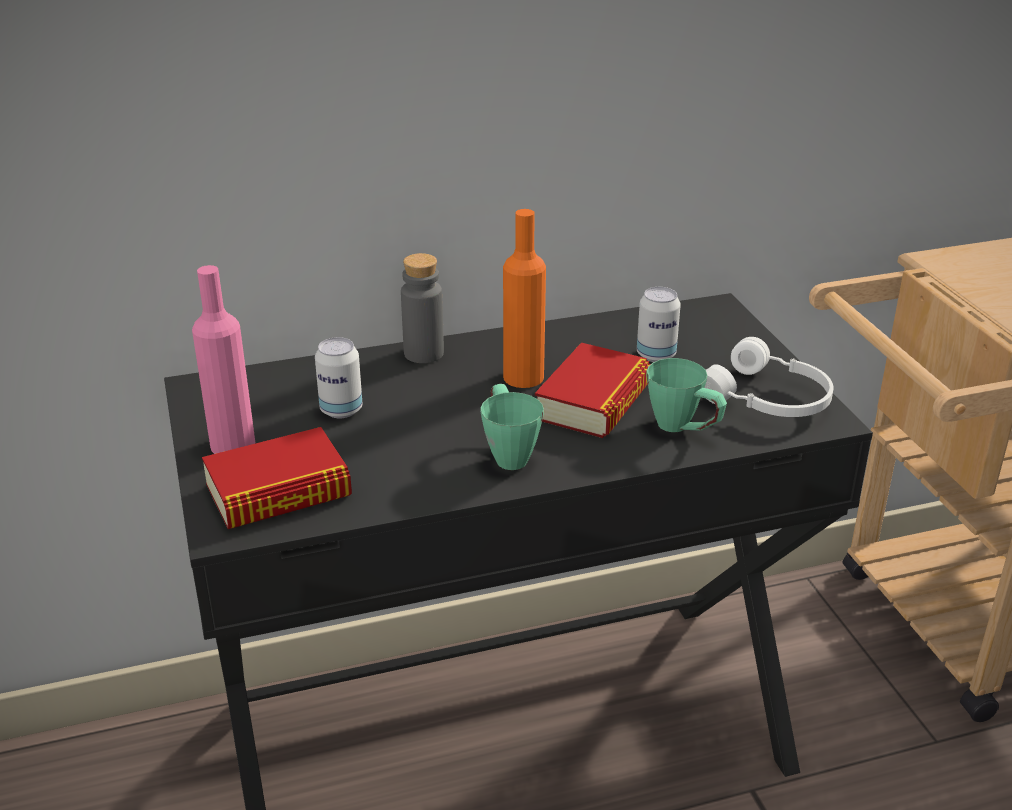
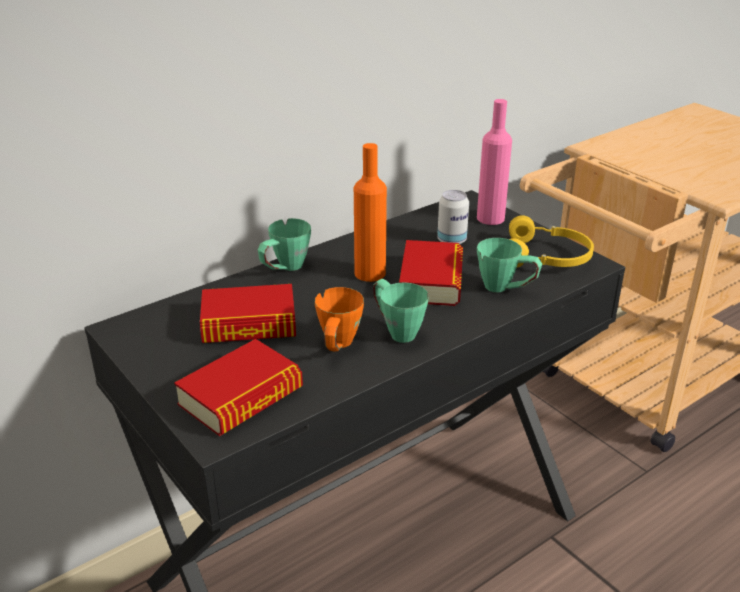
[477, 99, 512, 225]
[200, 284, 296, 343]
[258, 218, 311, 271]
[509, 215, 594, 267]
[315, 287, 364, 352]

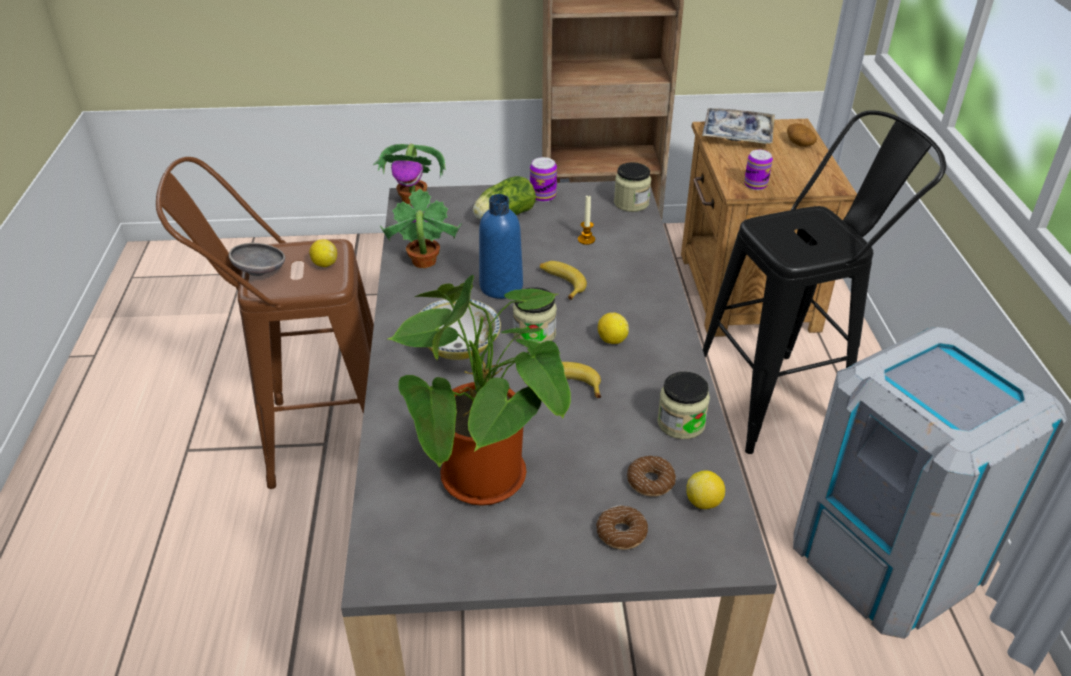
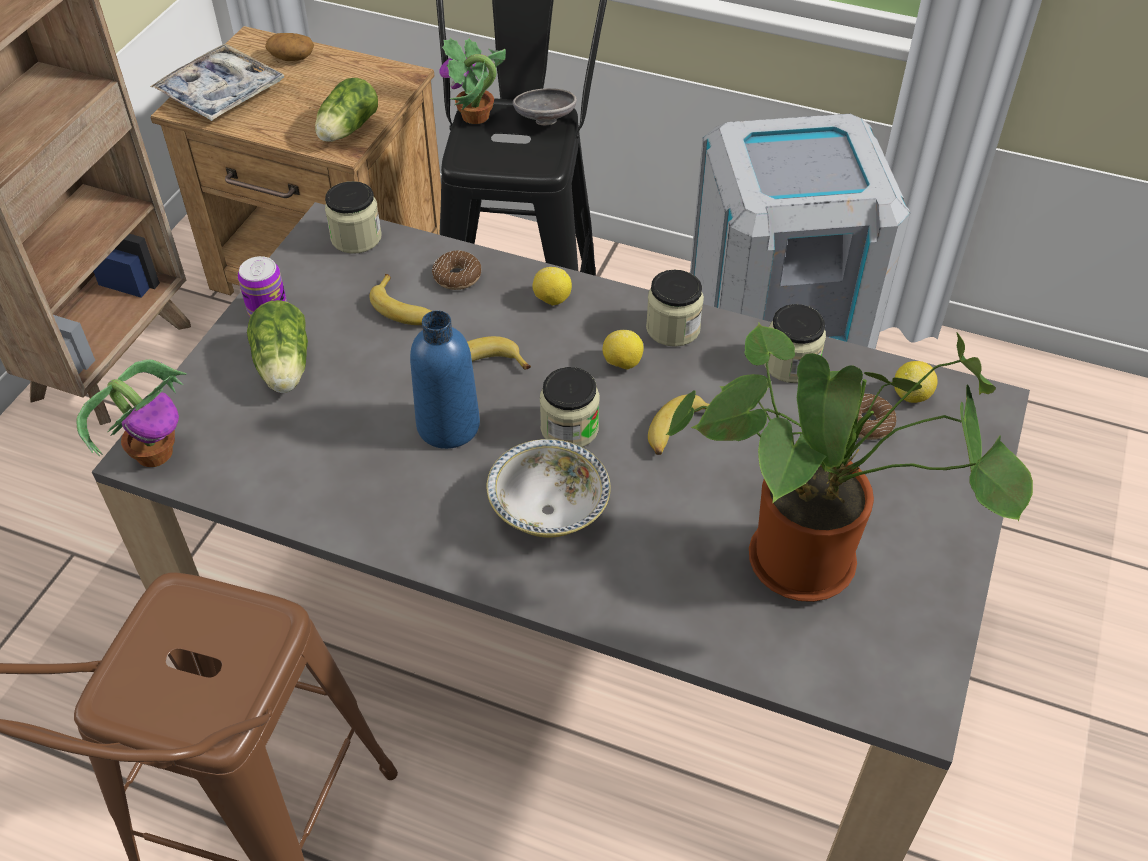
[513, 88, 577, 125]
[532, 267, 572, 306]
[439, 38, 506, 124]
[369, 274, 431, 325]
[432, 250, 481, 290]
[315, 78, 378, 142]
[646, 270, 704, 347]

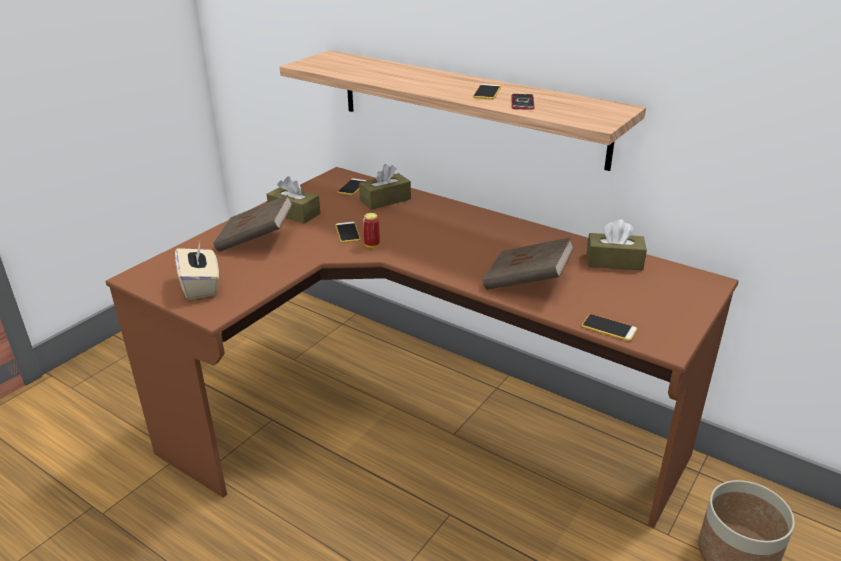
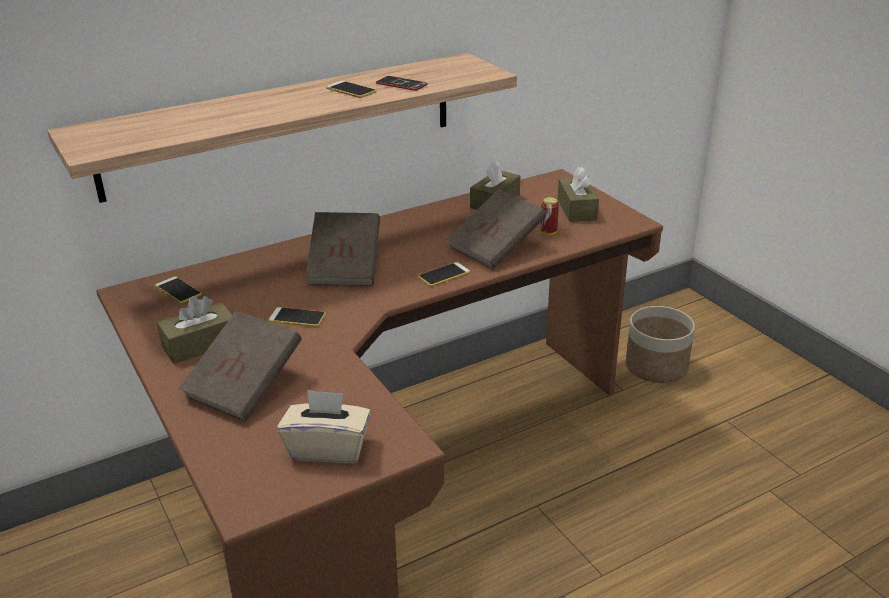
[558, 167, 599, 222]
[540, 197, 559, 235]
[418, 262, 470, 286]
[305, 212, 380, 286]

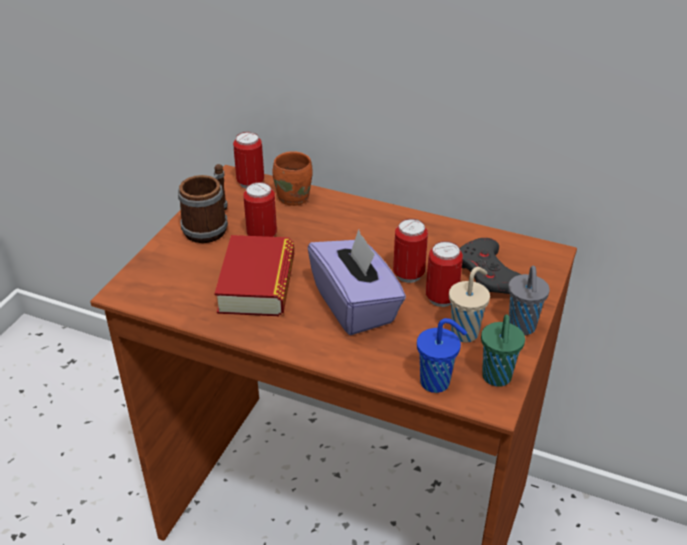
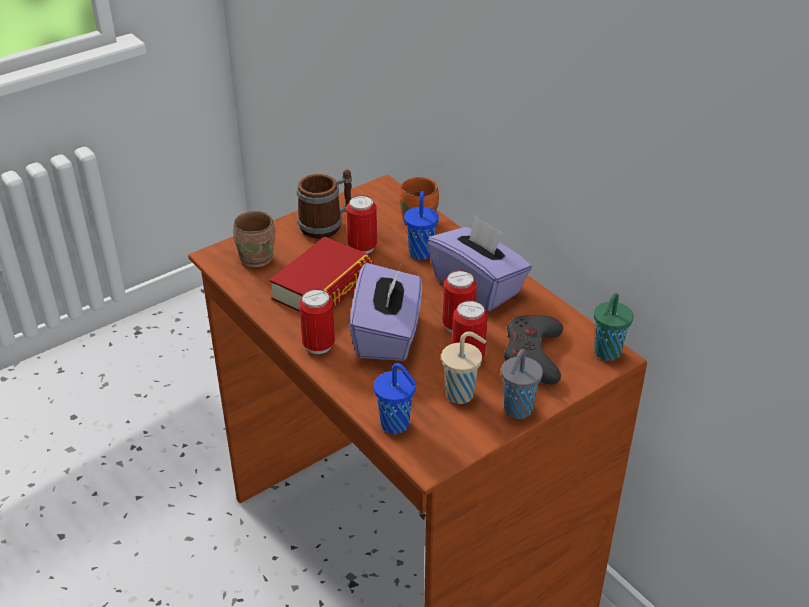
[299, 289, 335, 354]
[594, 293, 634, 361]
[233, 211, 275, 267]
[404, 191, 439, 260]
[427, 215, 532, 311]

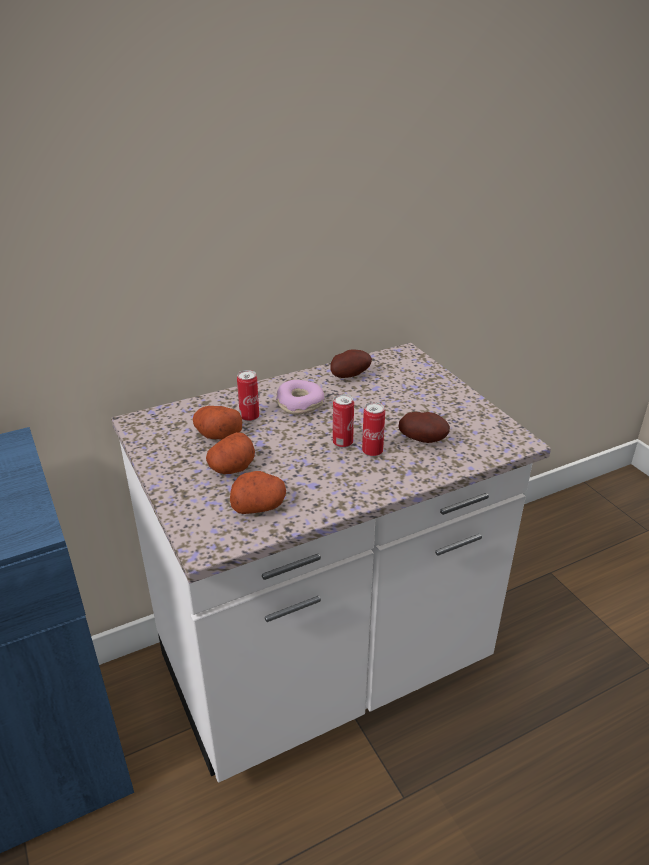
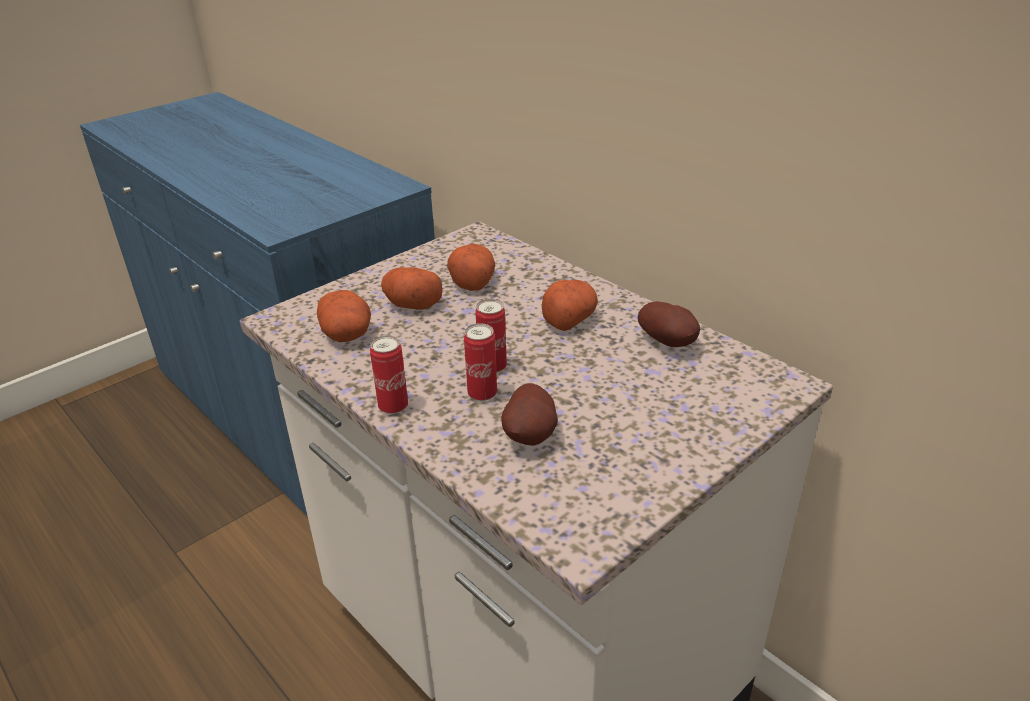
[370, 335, 408, 414]
[542, 280, 598, 331]

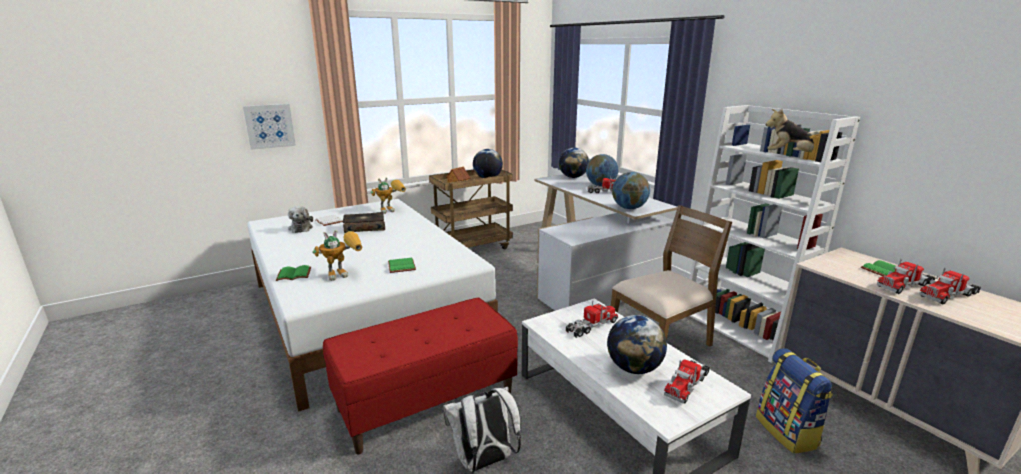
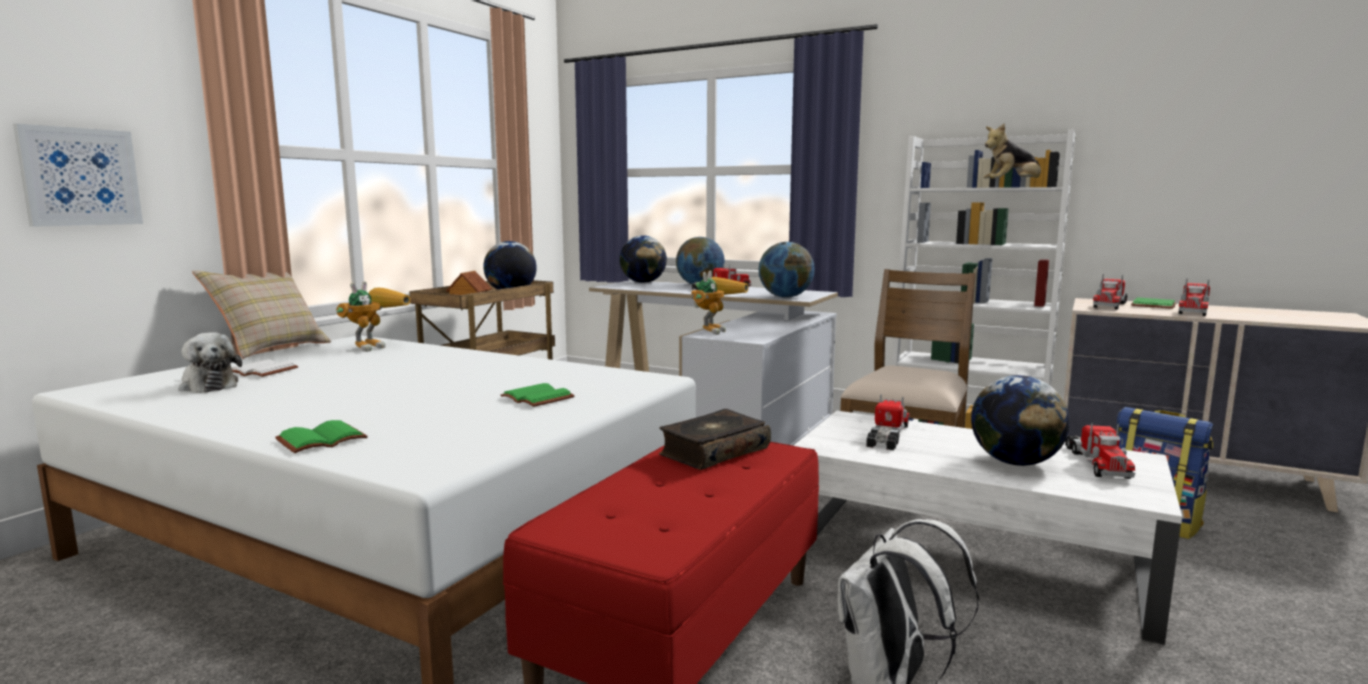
[691, 271, 749, 335]
[659, 409, 771, 470]
[1093, 274, 1128, 310]
[192, 270, 331, 359]

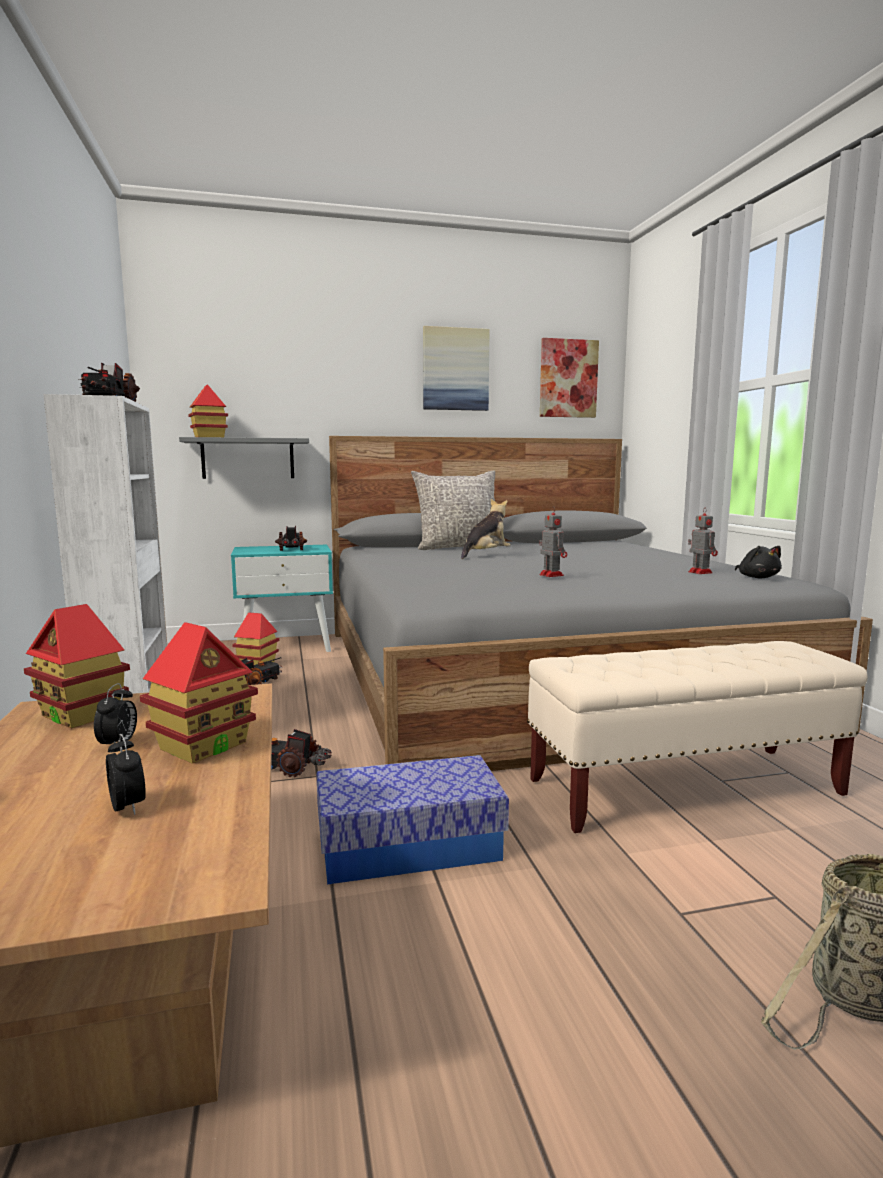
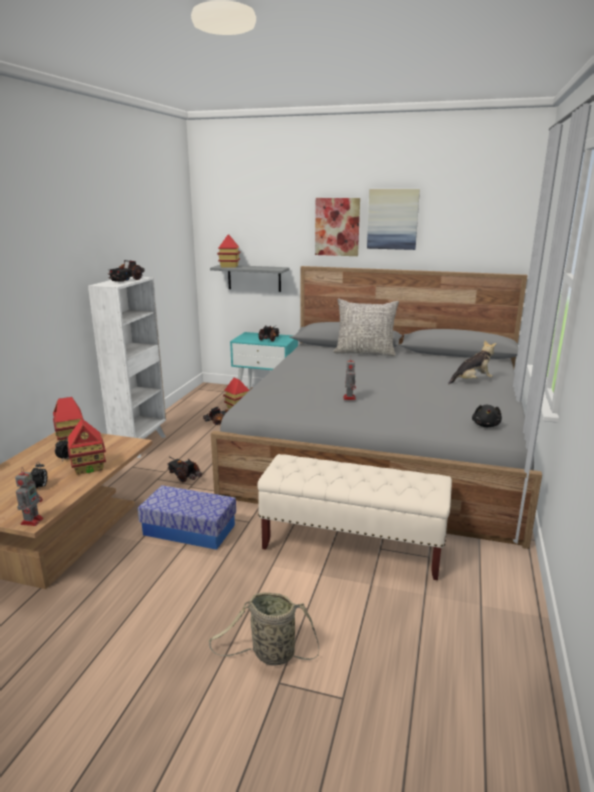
[448, 340, 497, 384]
[315, 198, 360, 256]
[15, 468, 44, 526]

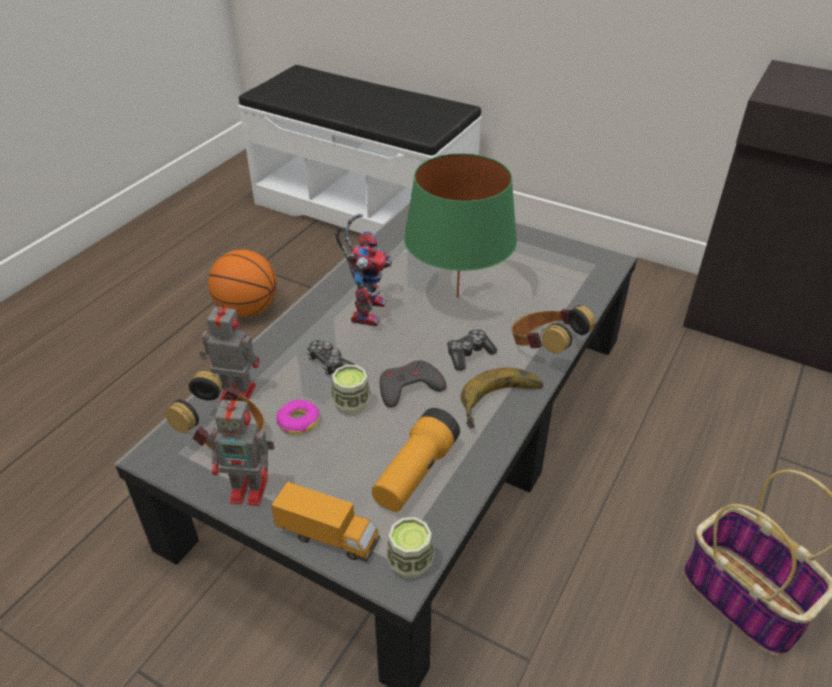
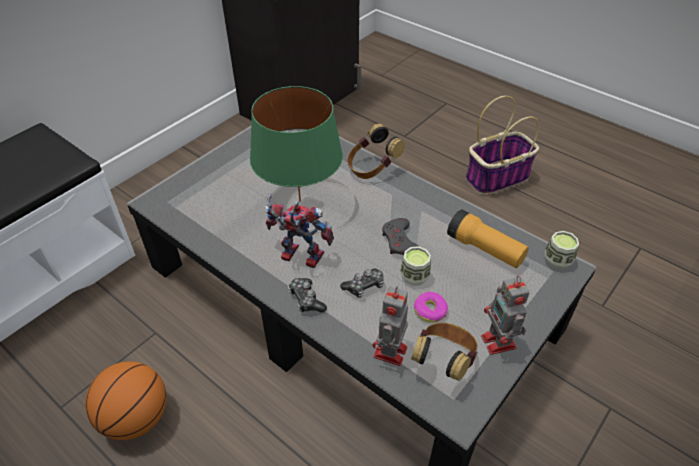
[481, 276, 530, 355]
[271, 482, 380, 562] (first image)
[288, 278, 327, 313]
[461, 368, 543, 429] (first image)

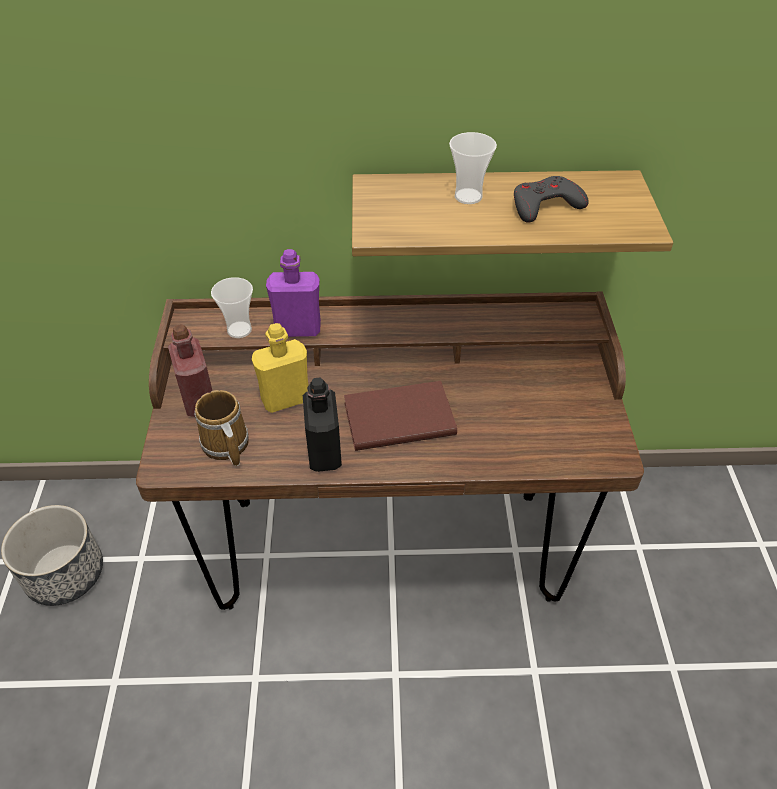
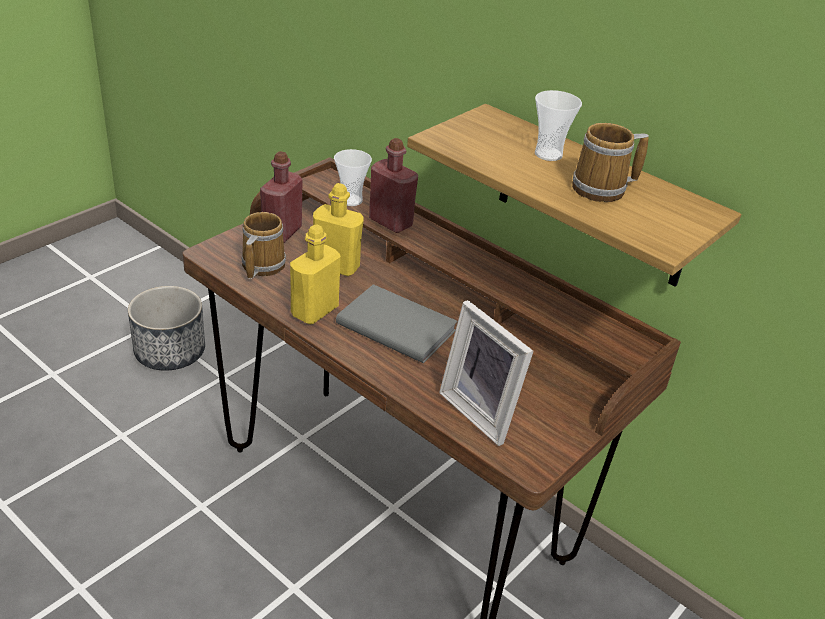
[369, 138, 418, 233]
[290, 224, 341, 324]
[336, 284, 457, 363]
[572, 123, 649, 202]
[439, 300, 534, 446]

